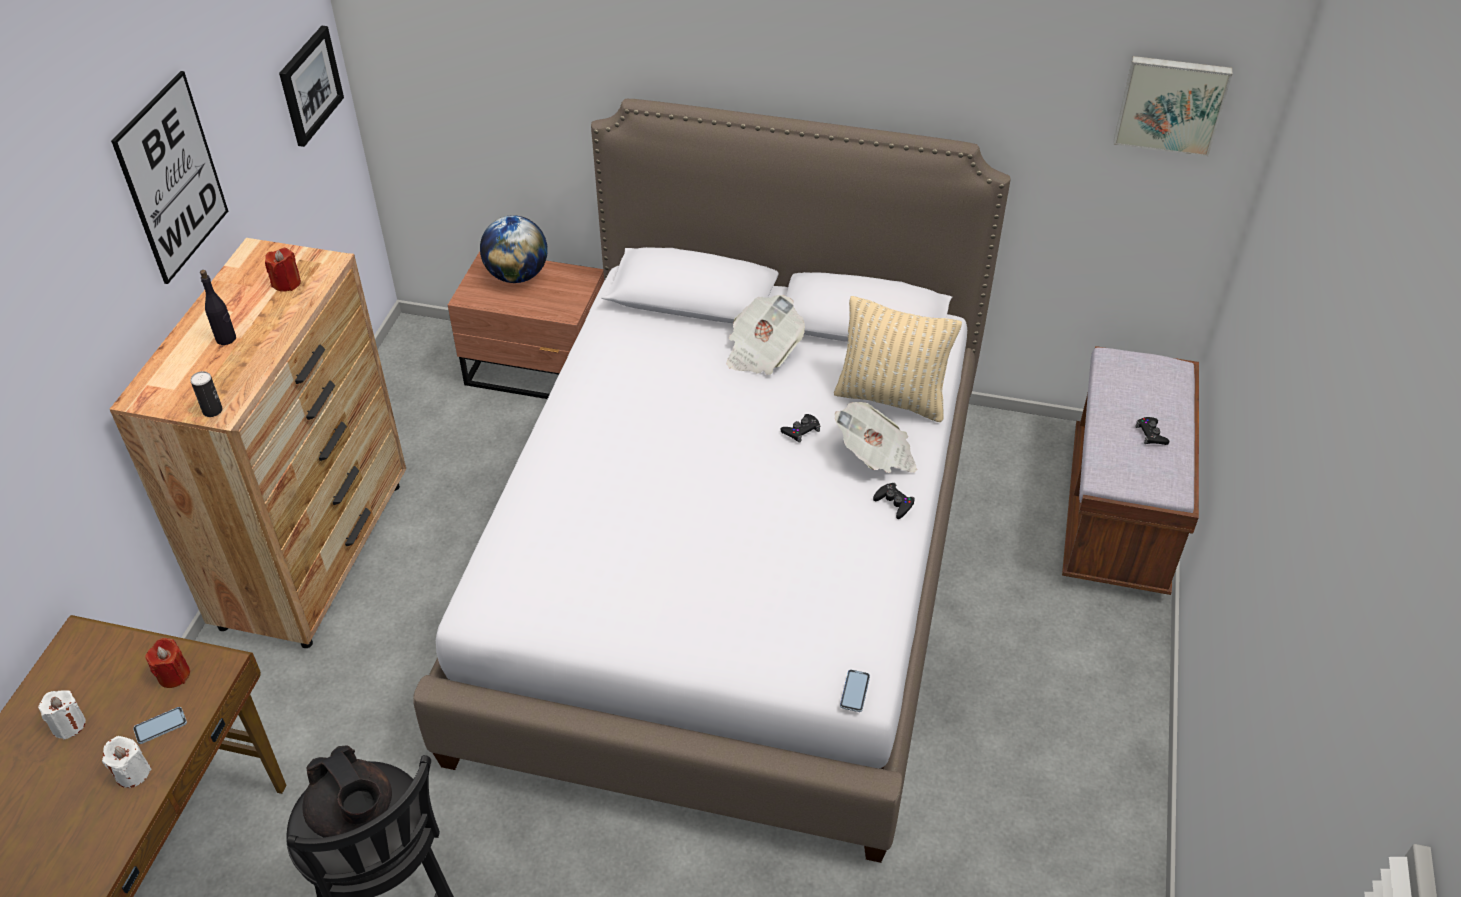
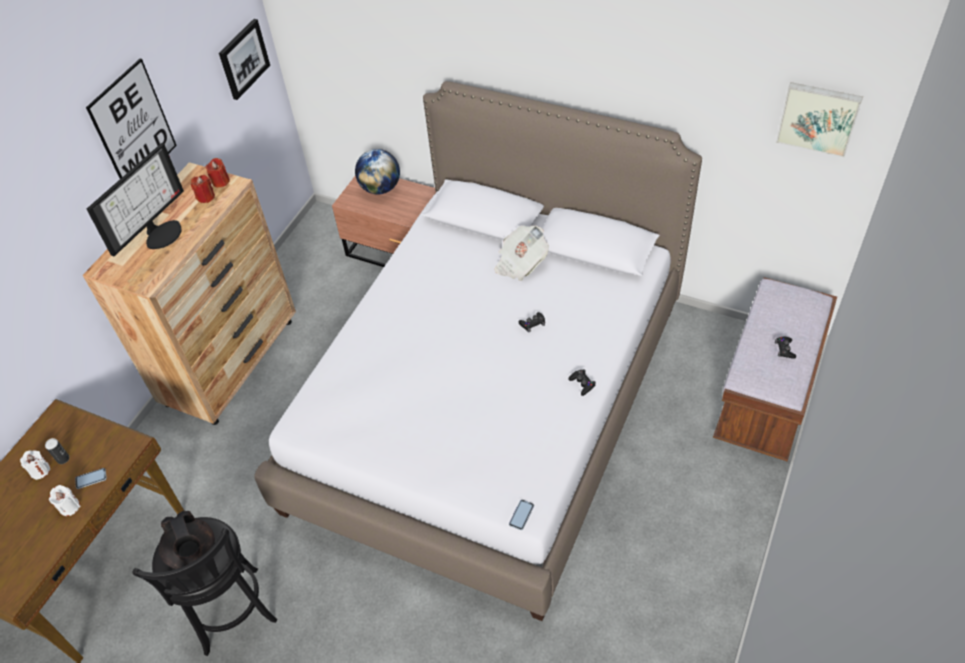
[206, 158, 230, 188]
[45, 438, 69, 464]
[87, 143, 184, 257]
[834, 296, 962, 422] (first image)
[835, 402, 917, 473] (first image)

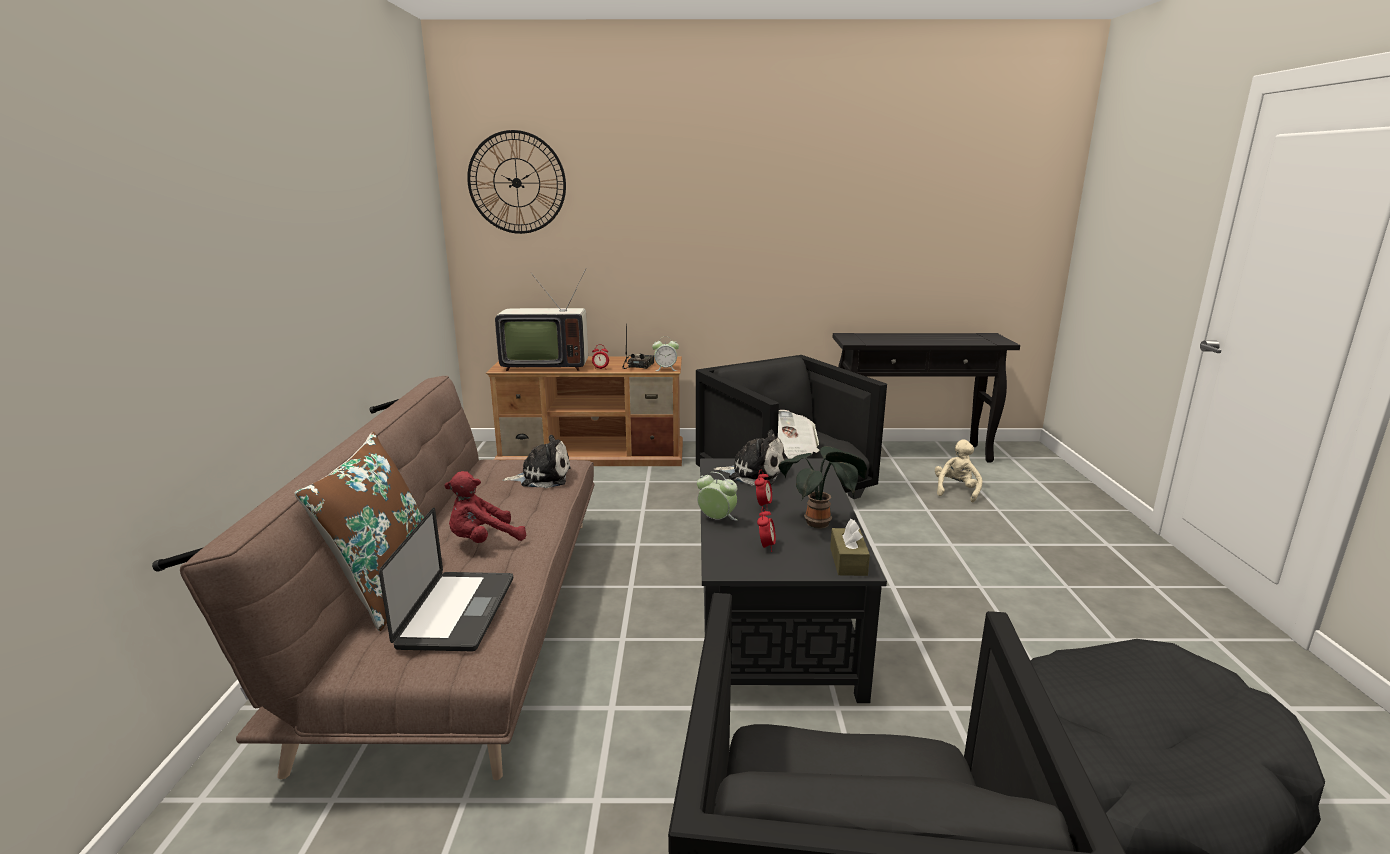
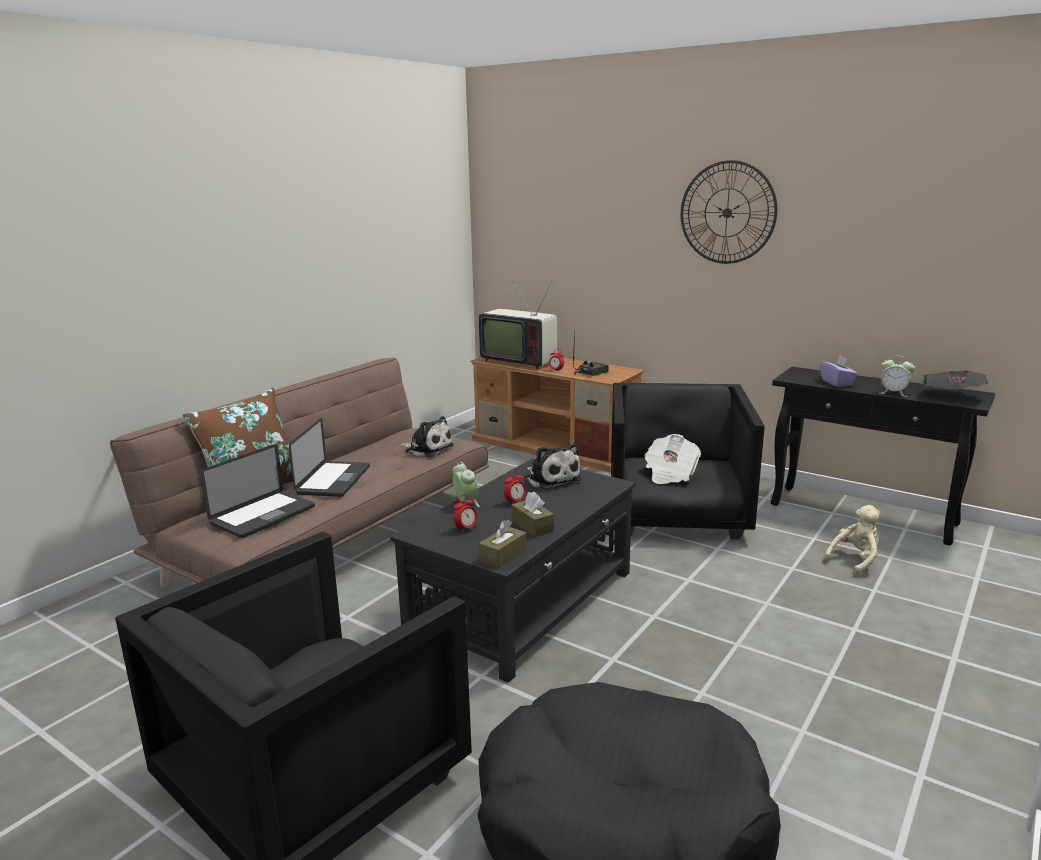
[289, 418, 370, 497]
[681, 160, 777, 264]
[880, 356, 915, 397]
[512, 492, 554, 537]
[820, 356, 858, 387]
[922, 371, 988, 389]

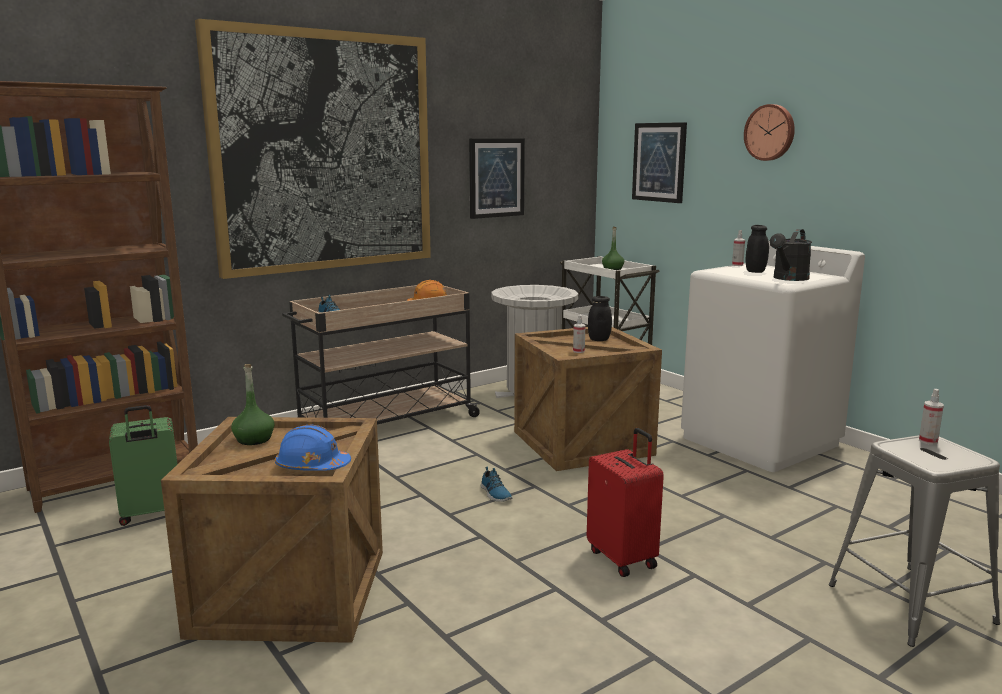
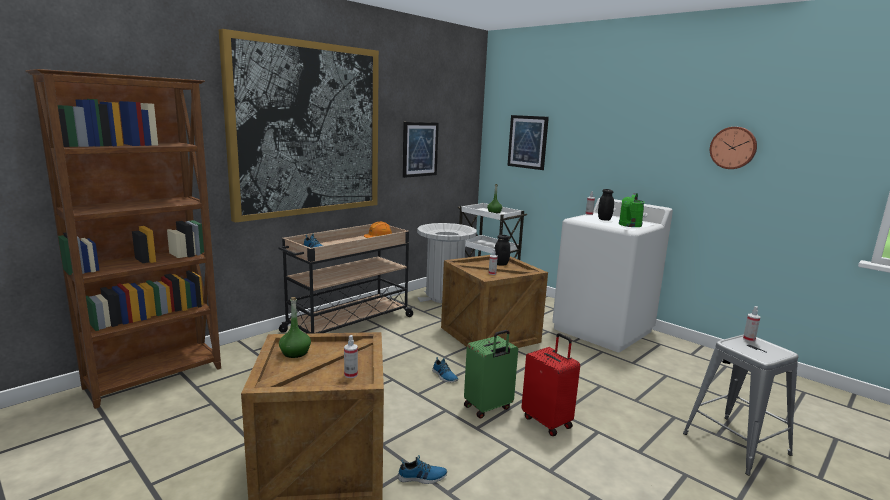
[464, 330, 518, 419]
[344, 335, 358, 378]
[710, 127, 757, 169]
[619, 193, 645, 227]
[398, 455, 447, 484]

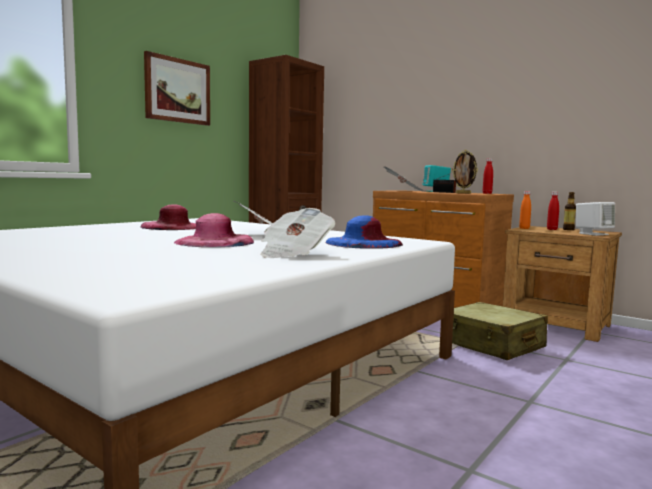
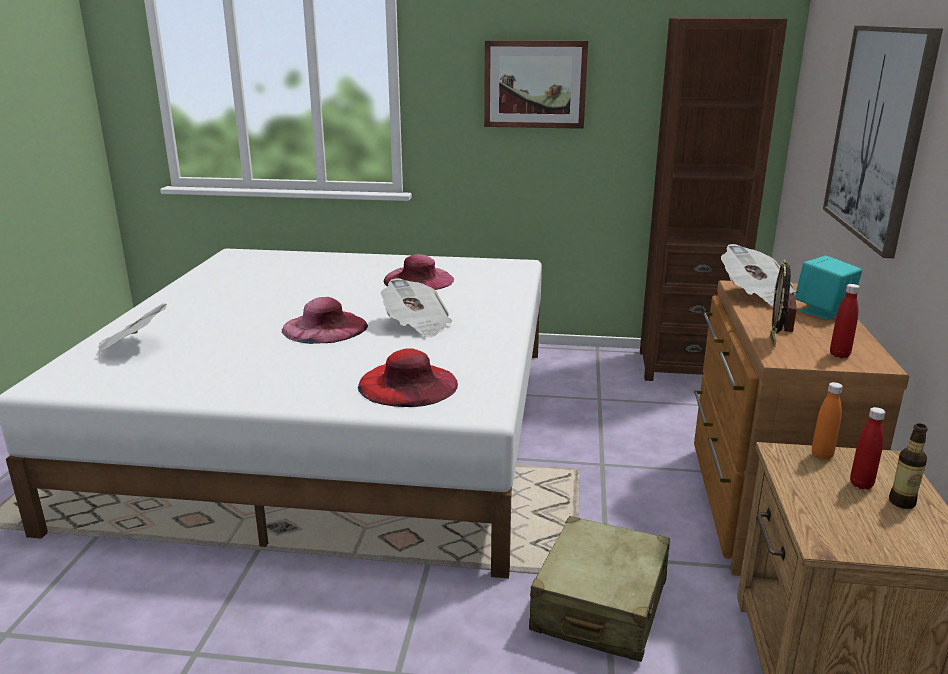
[97, 304, 167, 354]
[358, 348, 458, 407]
[576, 202, 615, 236] (first image)
[823, 26, 943, 258]

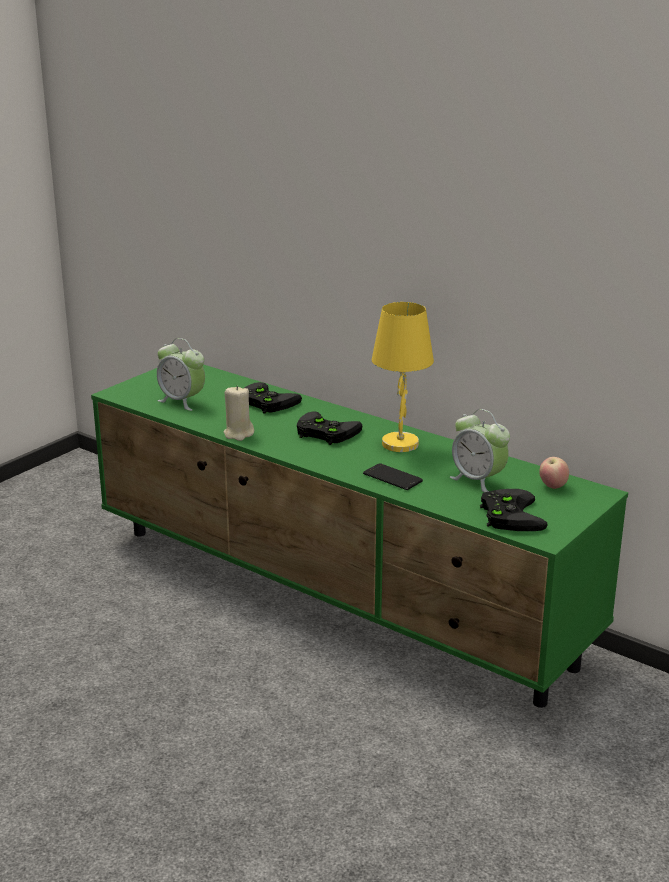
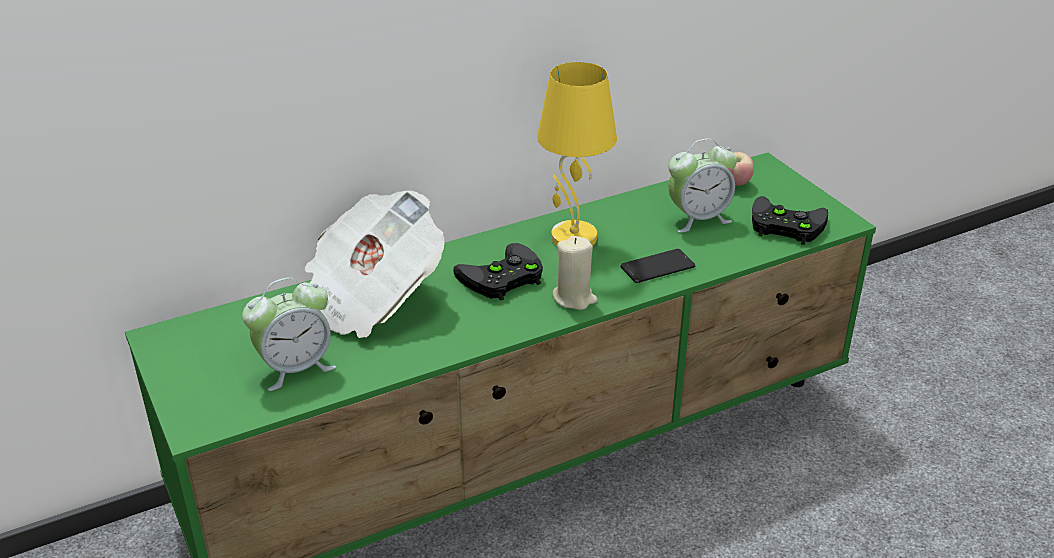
[552, 236, 598, 310]
[305, 190, 445, 338]

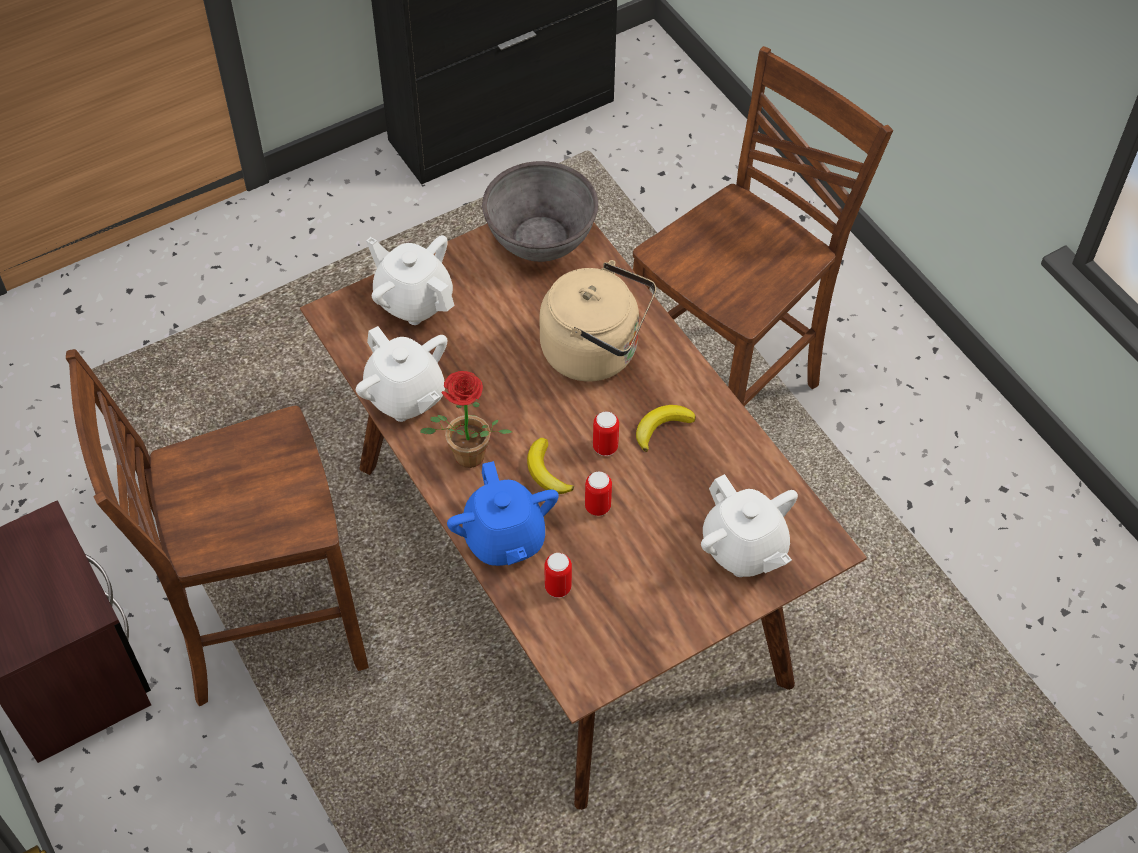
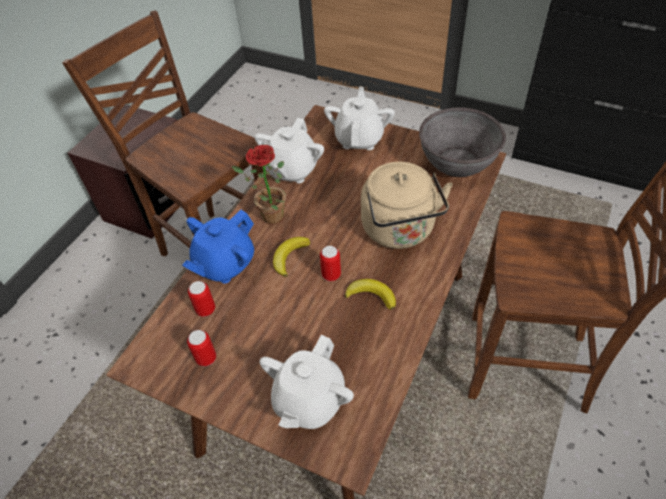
[187, 330, 216, 367]

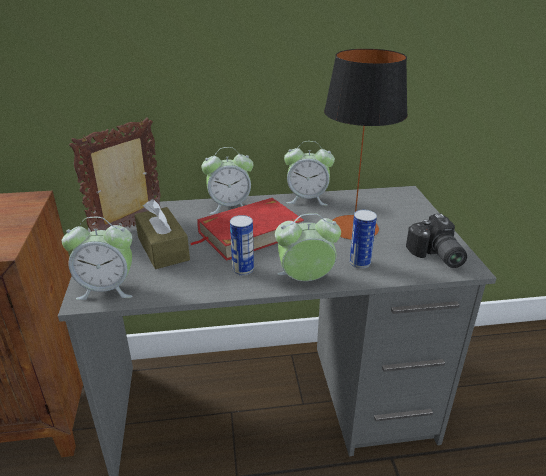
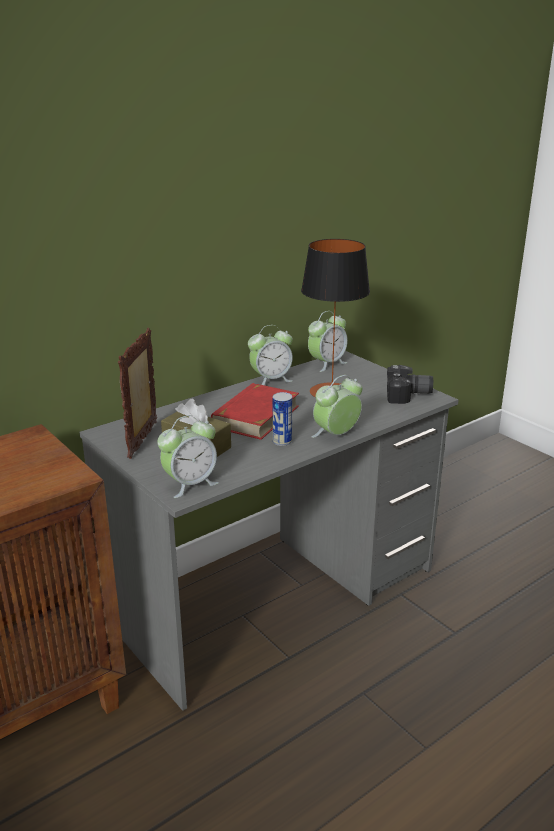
[308, 311, 348, 372]
[350, 210, 377, 269] (first image)
[387, 365, 433, 404]

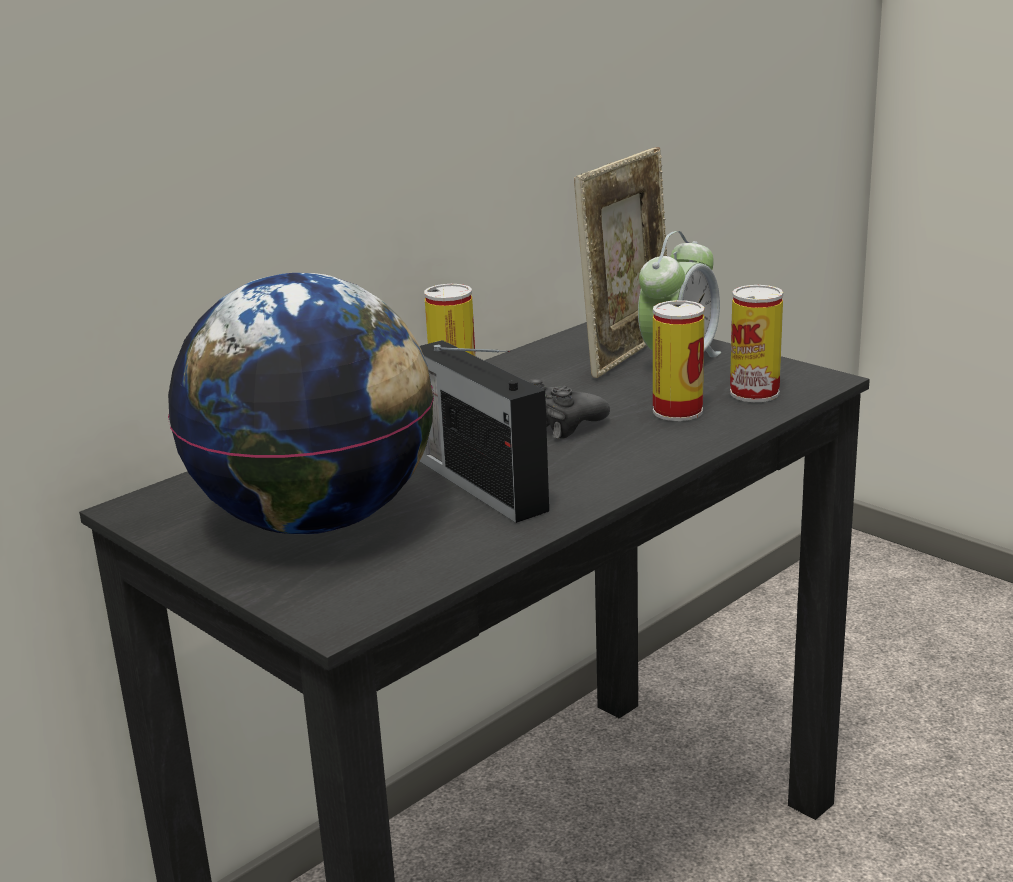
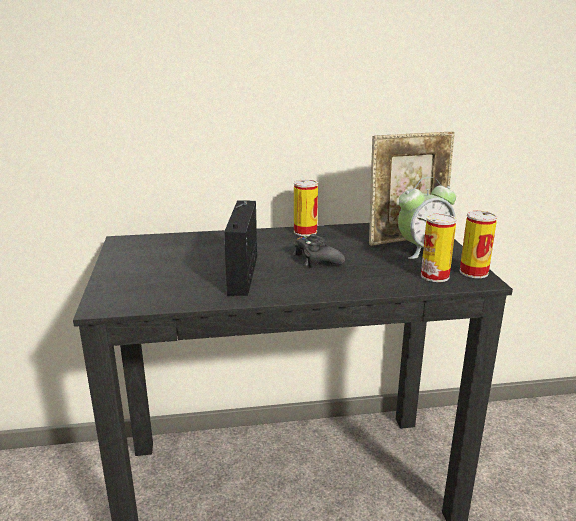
[168, 273, 434, 534] (first image)
[460, 211, 497, 278]

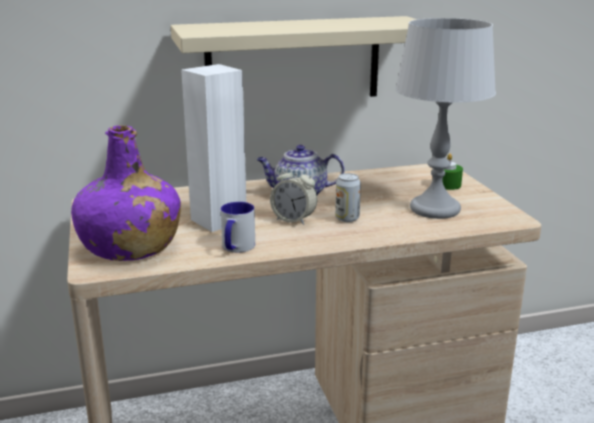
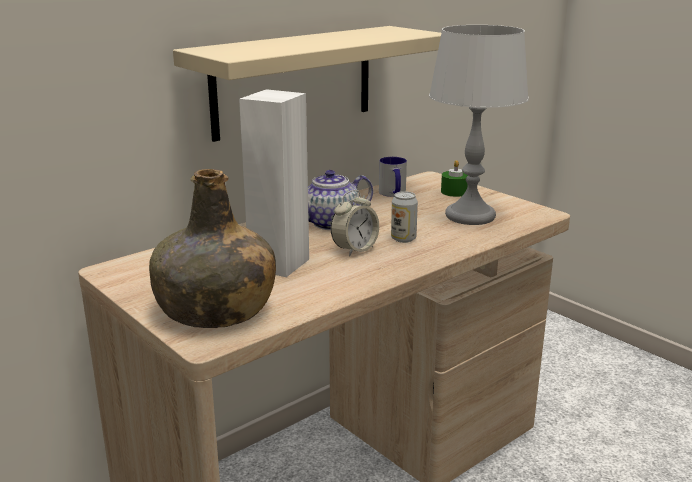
[149, 169, 276, 328]
[379, 157, 407, 197]
[331, 190, 379, 256]

